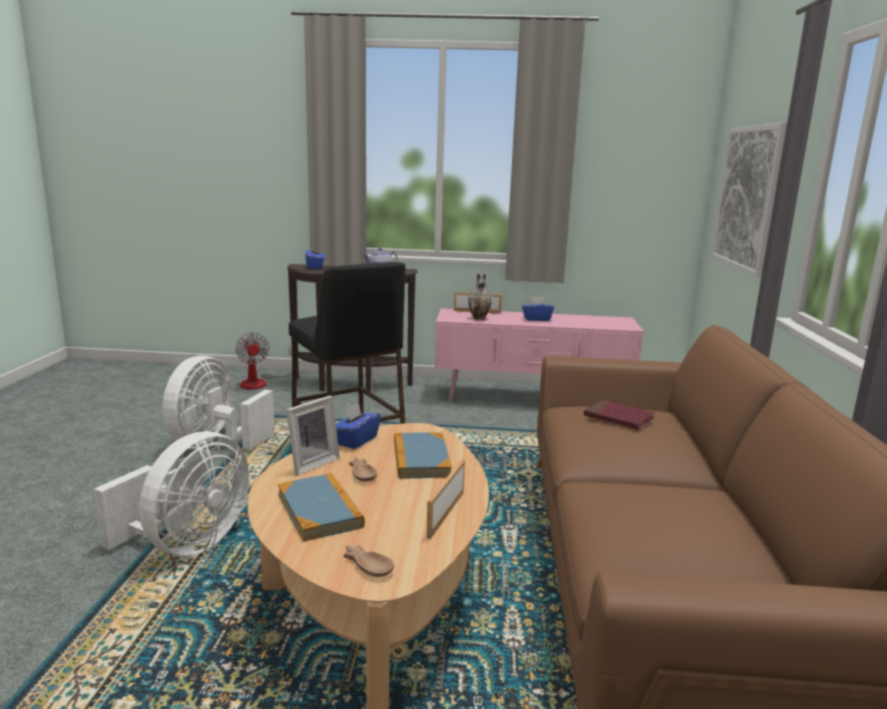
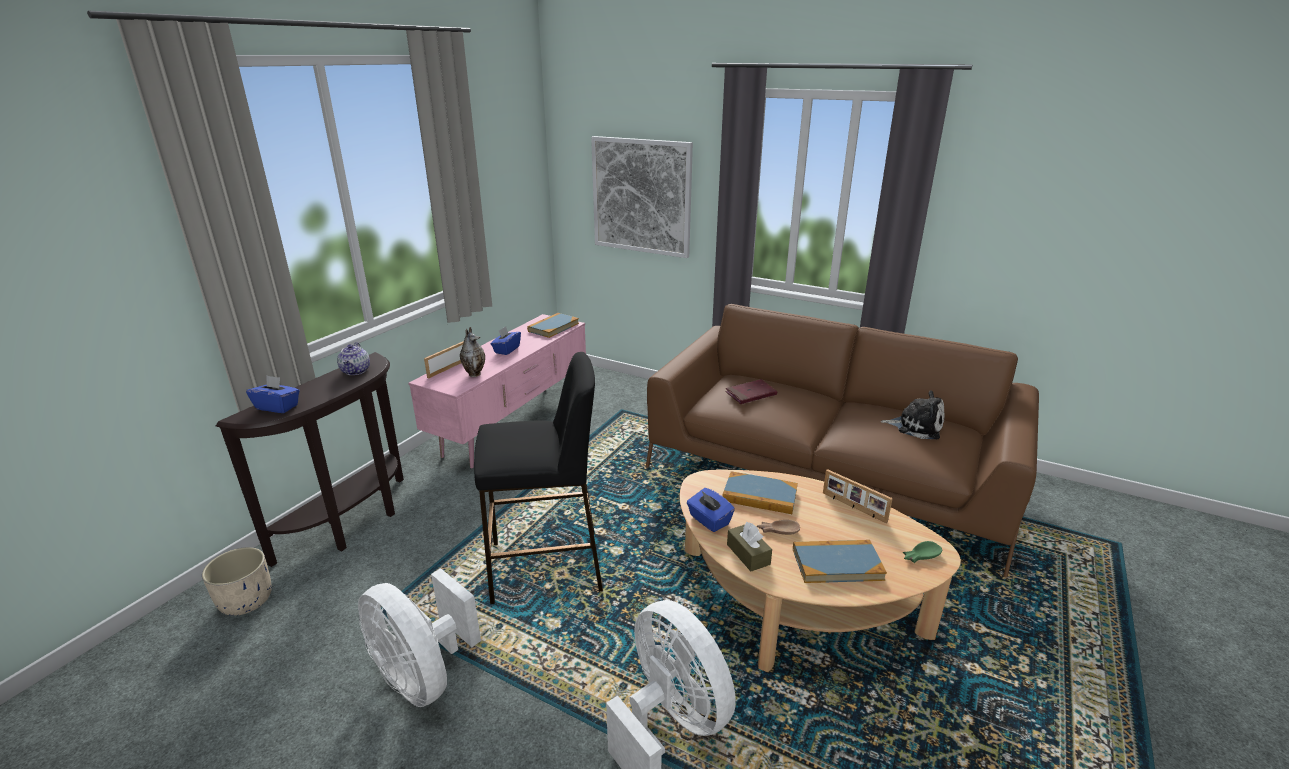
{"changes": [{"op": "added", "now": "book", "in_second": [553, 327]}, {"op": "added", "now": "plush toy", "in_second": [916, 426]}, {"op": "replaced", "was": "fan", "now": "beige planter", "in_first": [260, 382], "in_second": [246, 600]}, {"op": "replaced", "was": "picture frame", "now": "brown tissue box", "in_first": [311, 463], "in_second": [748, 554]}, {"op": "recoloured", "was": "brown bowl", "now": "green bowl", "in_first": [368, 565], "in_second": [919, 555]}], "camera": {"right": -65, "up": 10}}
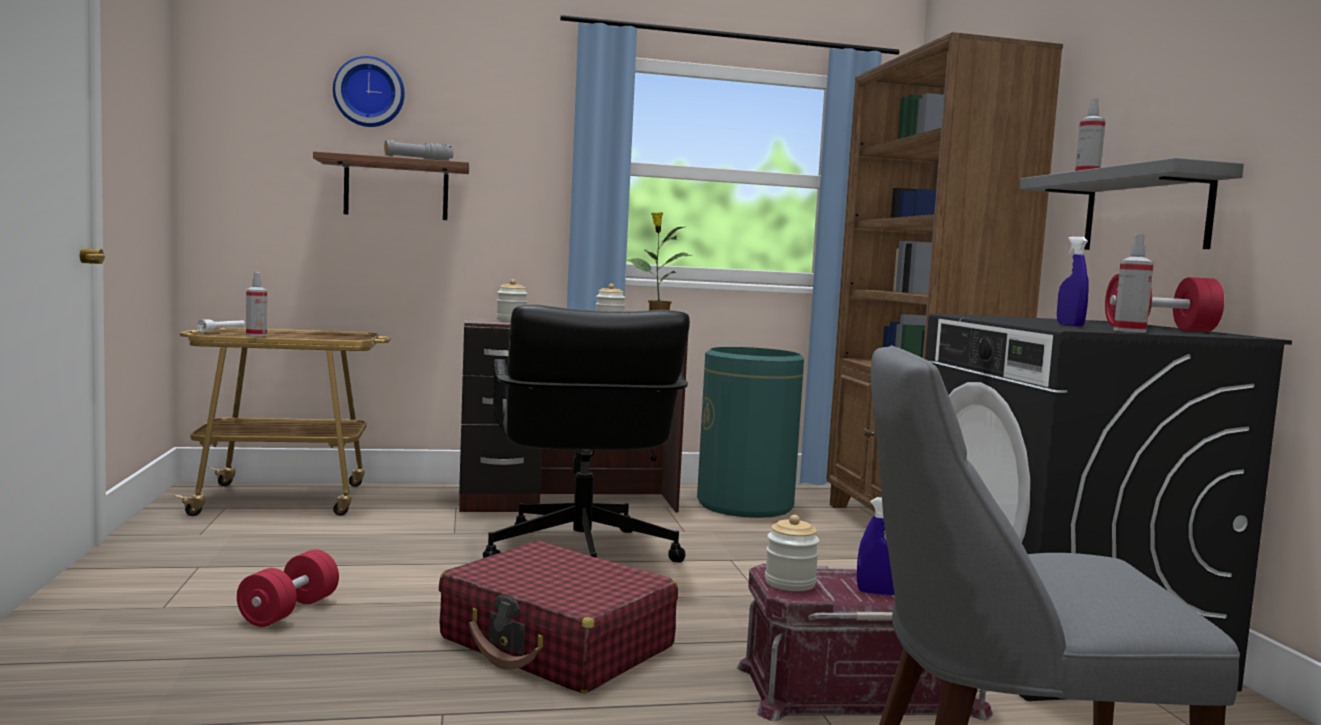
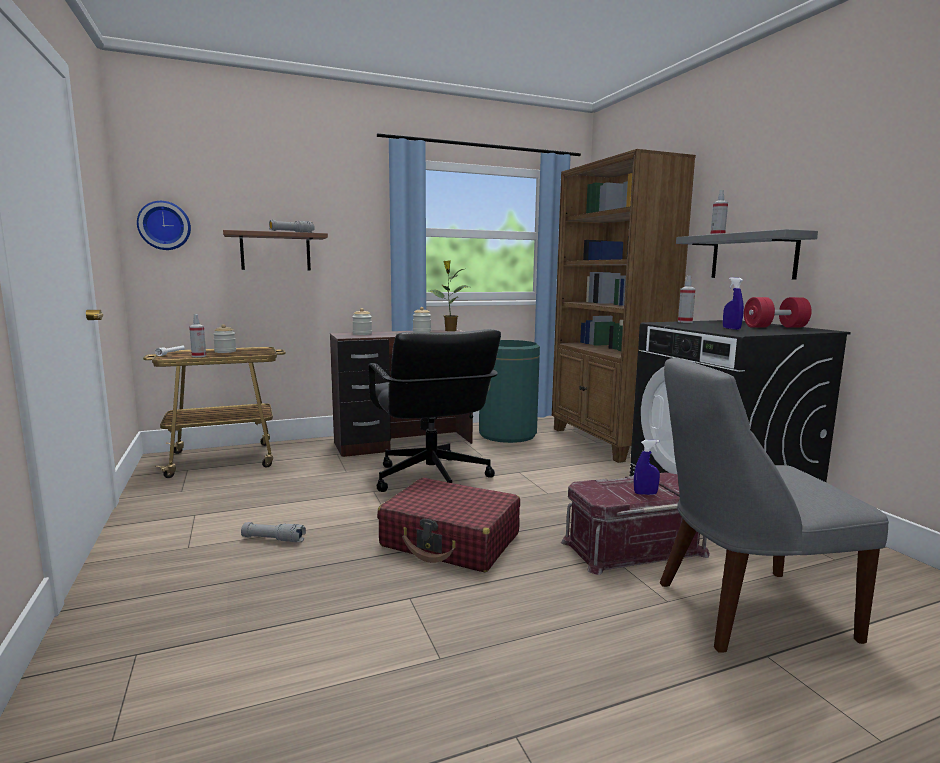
{"changes": [{"op": "moved", "was": "wall clock", "in_first": [369, 92], "in_second": [164, 225]}, {"op": "moved", "was": "jar", "in_first": [790, 583], "in_second": [225, 351]}, {"op": "moved", "was": "spray bottle", "in_first": [1129, 331], "in_second": [685, 322]}, {"op": "replaced", "was": "red dumbbell", "now": "grey flashlight", "in_first": [289, 611], "in_second": [273, 539]}], "camera": {"right": -10, "up": 5}}
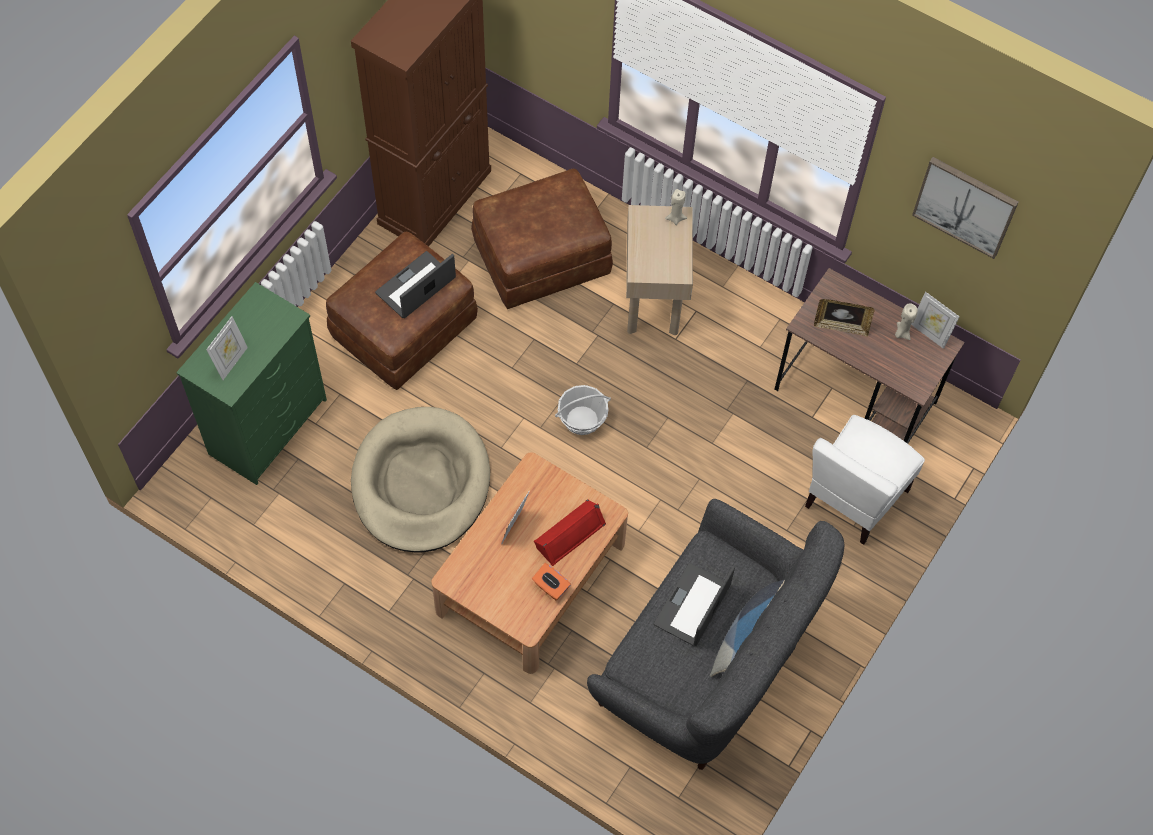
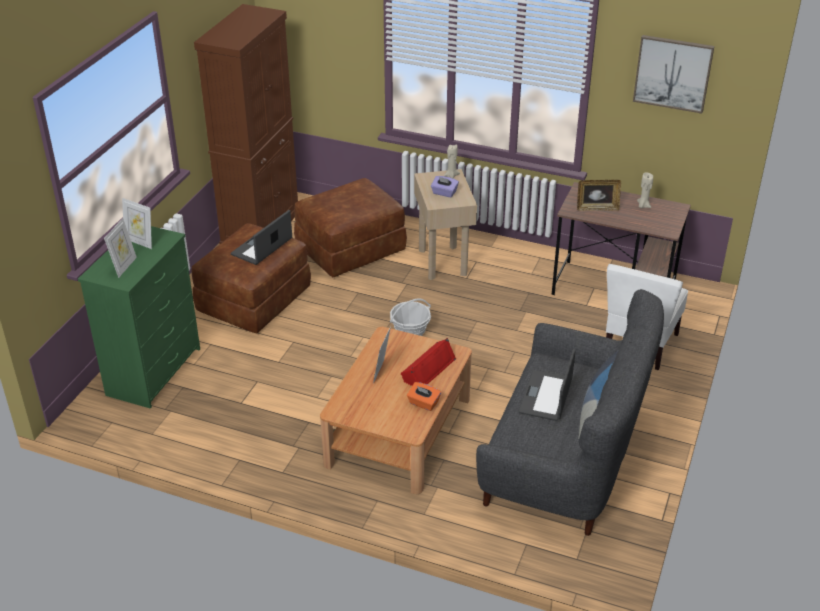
{"changes": [{"op": "removed", "was": "beige dog bed", "in_first": [421, 483]}, {"op": "added", "now": "purple tissue box", "in_second": [444, 193]}, {"op": "moved", "was": "picture frame", "in_first": [929, 333], "in_second": [140, 242]}], "camera": {"right": -10, "up": -25}}
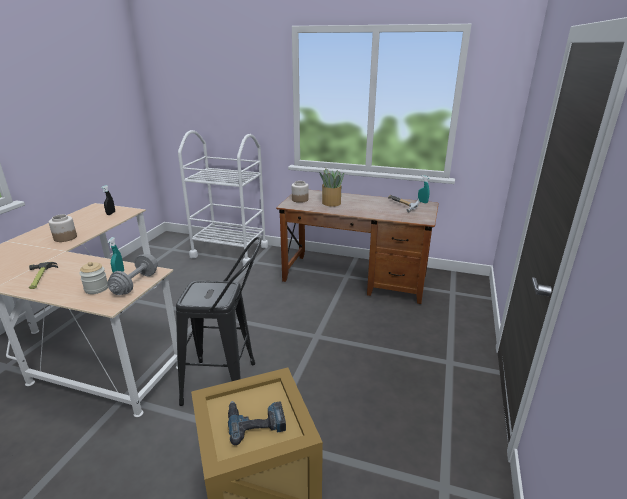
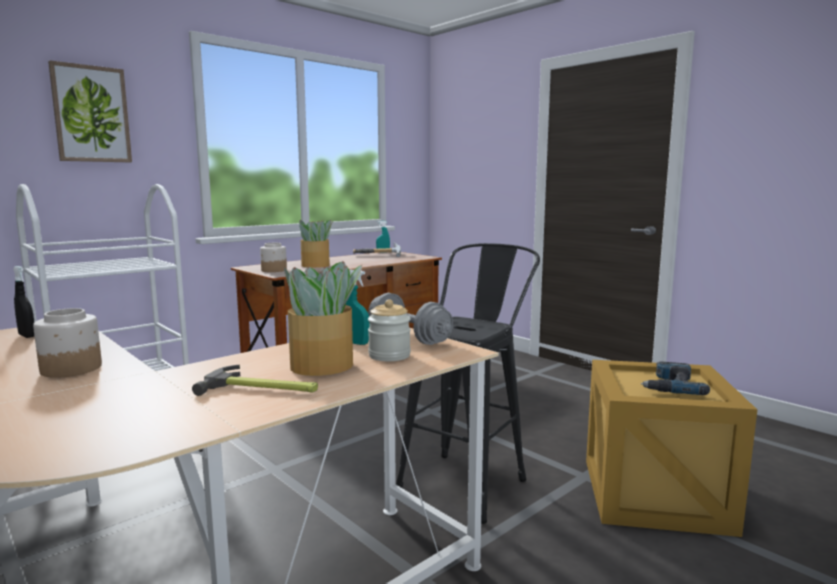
{"changes": [{"op": "added", "now": "picture", "in_second": [91, 114]}, {"op": "added", "now": "potted plant", "in_second": [323, 366]}], "camera": {"right": -60, "up": -15}}
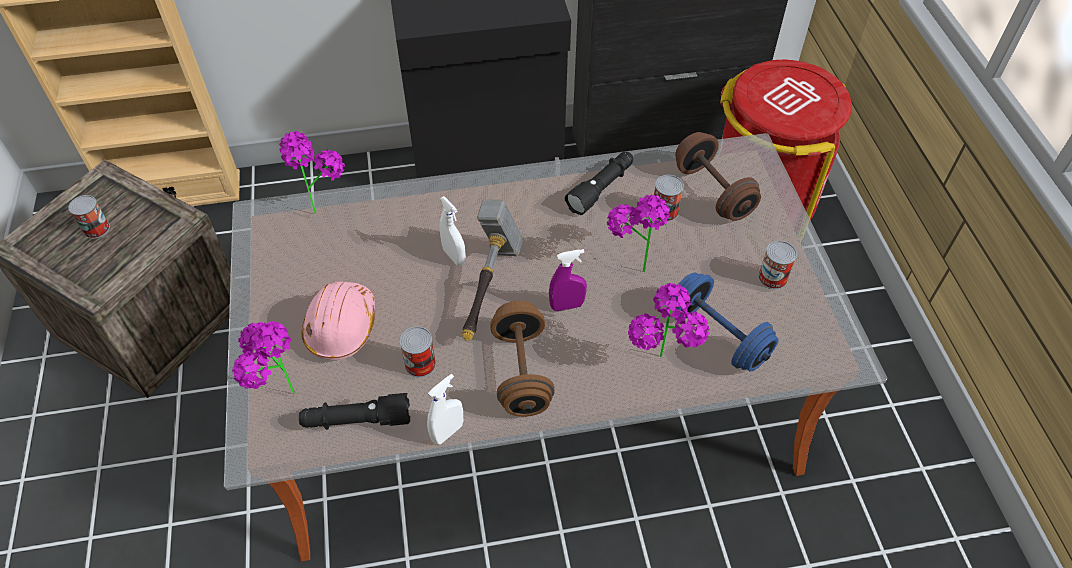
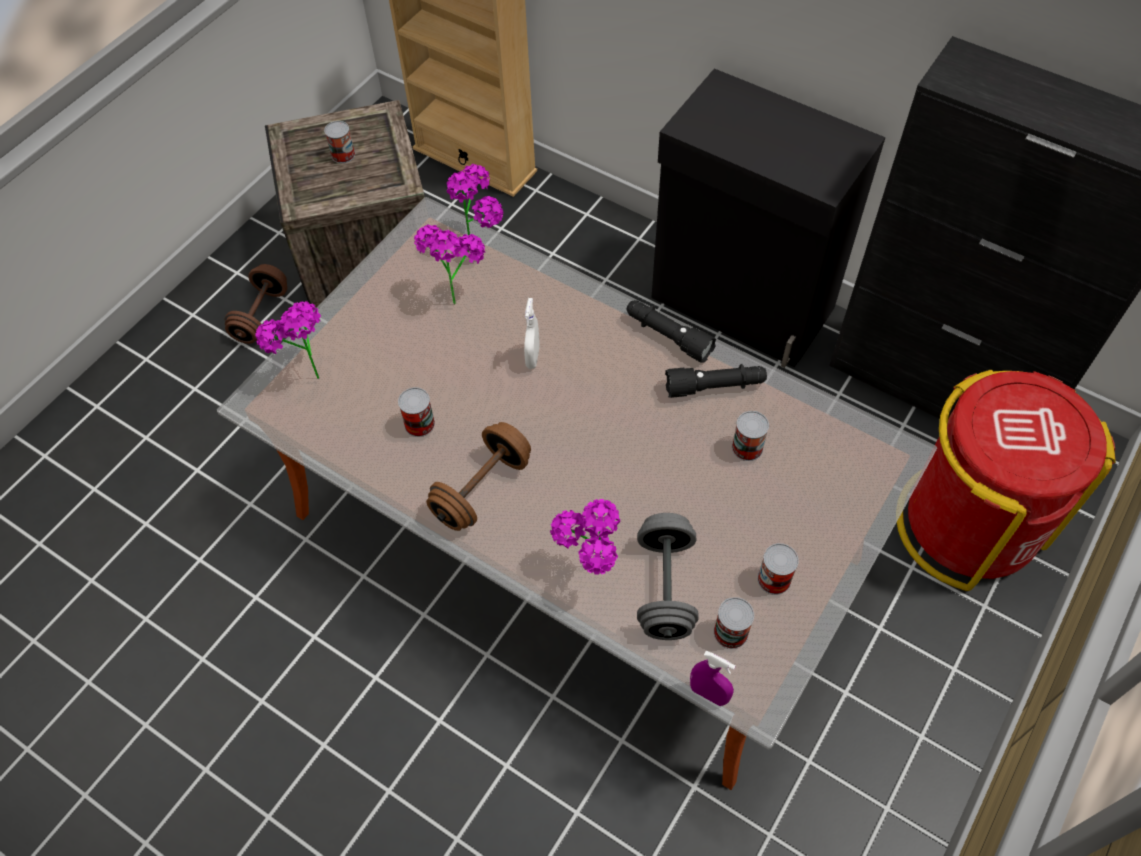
{"changes": [{"op": "removed", "was": "pink hard hat", "in_first": [341, 327]}, {"op": "removed", "was": "white spray bottle", "in_first": [447, 432]}, {"op": "removed", "was": "hammer", "in_first": [489, 287]}, {"op": "added", "now": "can", "in_second": [730, 632]}, {"op": "moved", "was": "black flashlight", "in_first": [357, 421], "in_second": [667, 336]}, {"op": "moved", "was": "purple spray bottle", "in_first": [567, 306], "in_second": [708, 694]}, {"op": "moved", "was": "potted plant", "in_first": [633, 264], "in_second": [454, 294]}, {"op": "moved", "was": "brown dumbbell", "in_first": [713, 192], "in_second": [261, 316]}, {"op": "recoloured", "was": "blue dumbbell", "now": "grey dumbbell", "in_first": [718, 336], "in_second": [665, 588]}], "camera": {"right": 45, "up": 5}}
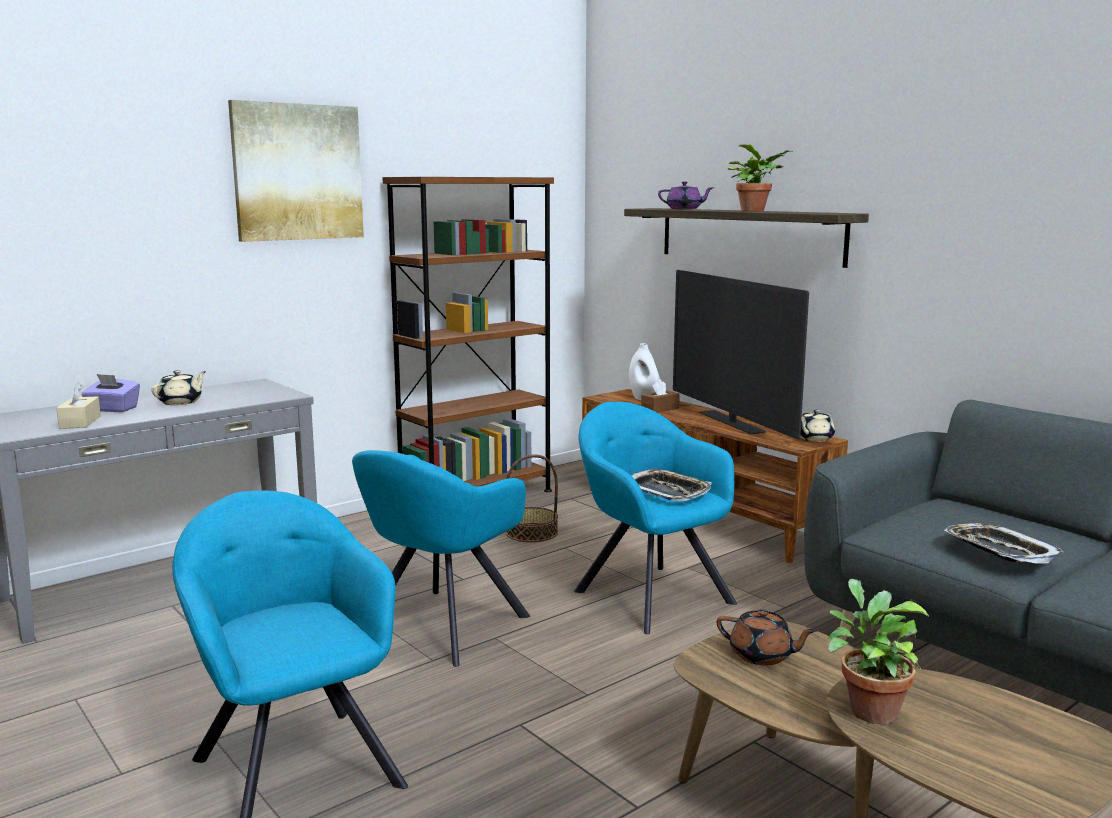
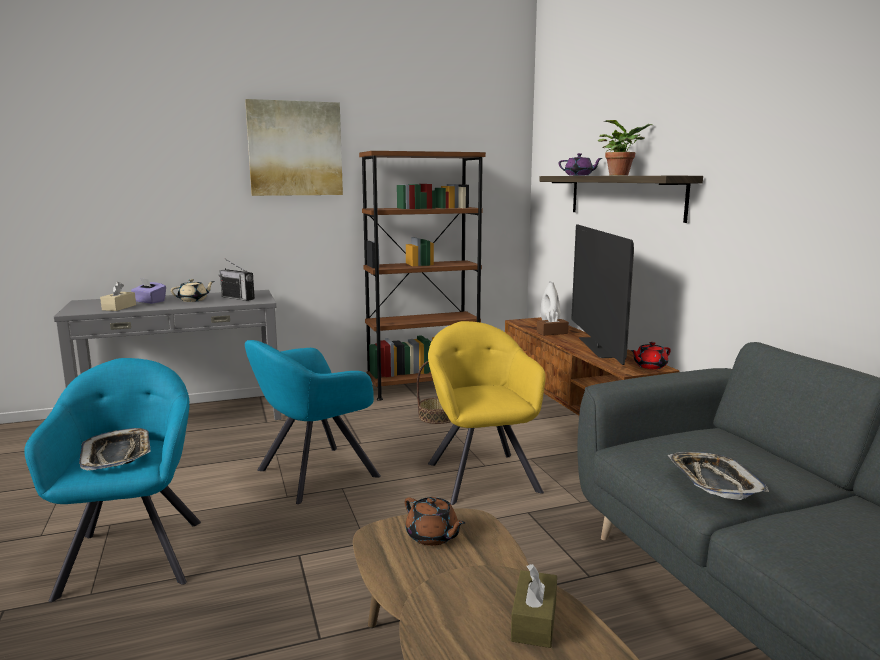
{"changes": [{"op": "removed", "was": "potted plant", "in_first": [868, 709]}, {"op": "added", "now": "radio", "in_second": [238, 298]}, {"op": "added", "now": "brown tissue box", "in_second": [534, 620]}, {"op": "moved", "was": "tray", "in_first": [667, 491], "in_second": [118, 455]}, {"op": "recoloured", "was": "turquoise armchair", "now": "yellow armchair", "in_first": [649, 594], "in_second": [481, 475]}, {"op": "recoloured", "was": "beige teapot", "now": "red teapot", "in_first": [813, 439], "in_second": [649, 366]}], "camera": {"right": 20, "up": 0}}
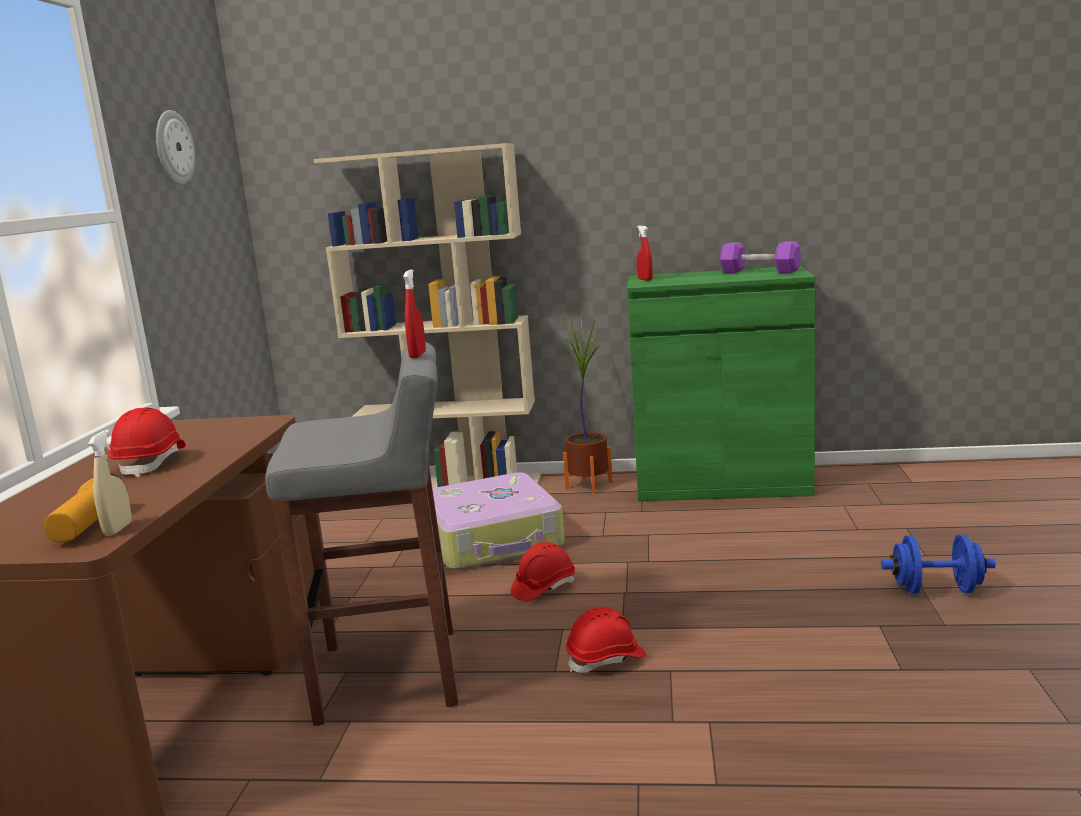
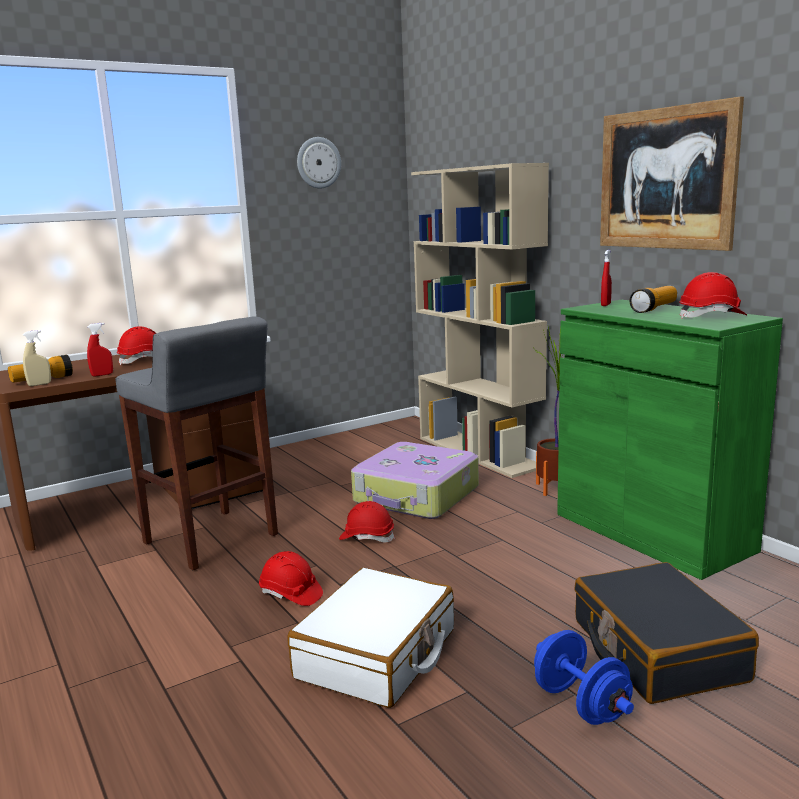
{"changes": [{"op": "added", "now": "white suitcase", "in_second": [377, 654]}, {"op": "added", "now": "black suitcase", "in_second": [656, 650]}, {"op": "added", "now": "picture", "in_second": [666, 179]}, {"op": "added", "now": "flashlight", "in_second": [654, 309]}, {"op": "moved", "was": "red spray bottle", "in_first": [417, 355], "in_second": [102, 375]}, {"op": "replaced", "was": "purple dumbbell", "now": "red hard hat", "in_first": [759, 271], "in_second": [712, 316]}], "camera": {"right": 50, "up": 0}}
